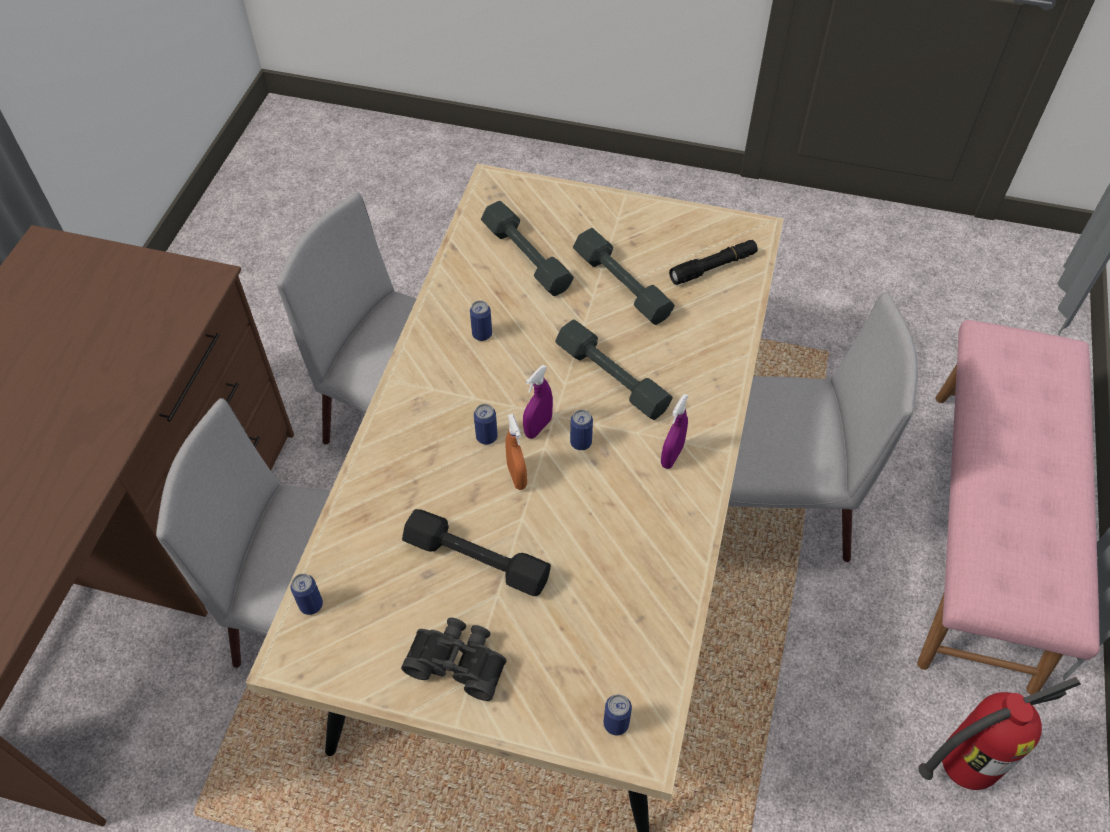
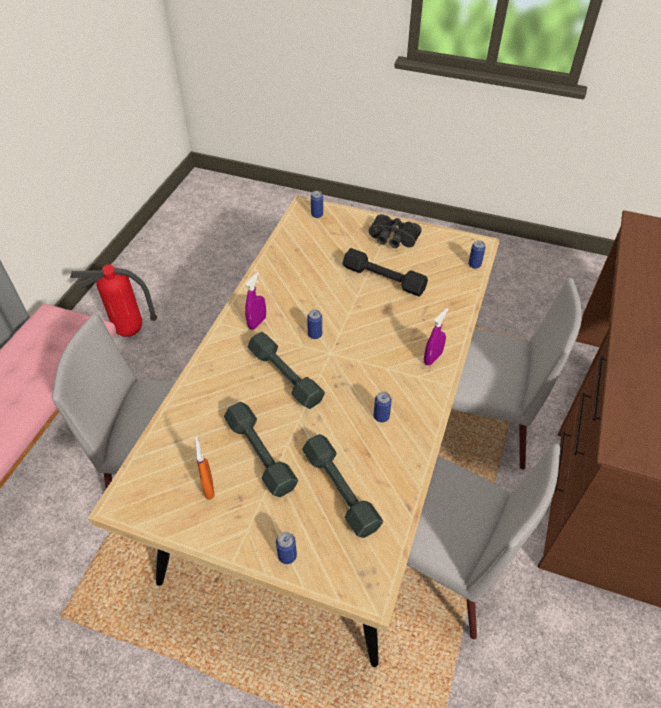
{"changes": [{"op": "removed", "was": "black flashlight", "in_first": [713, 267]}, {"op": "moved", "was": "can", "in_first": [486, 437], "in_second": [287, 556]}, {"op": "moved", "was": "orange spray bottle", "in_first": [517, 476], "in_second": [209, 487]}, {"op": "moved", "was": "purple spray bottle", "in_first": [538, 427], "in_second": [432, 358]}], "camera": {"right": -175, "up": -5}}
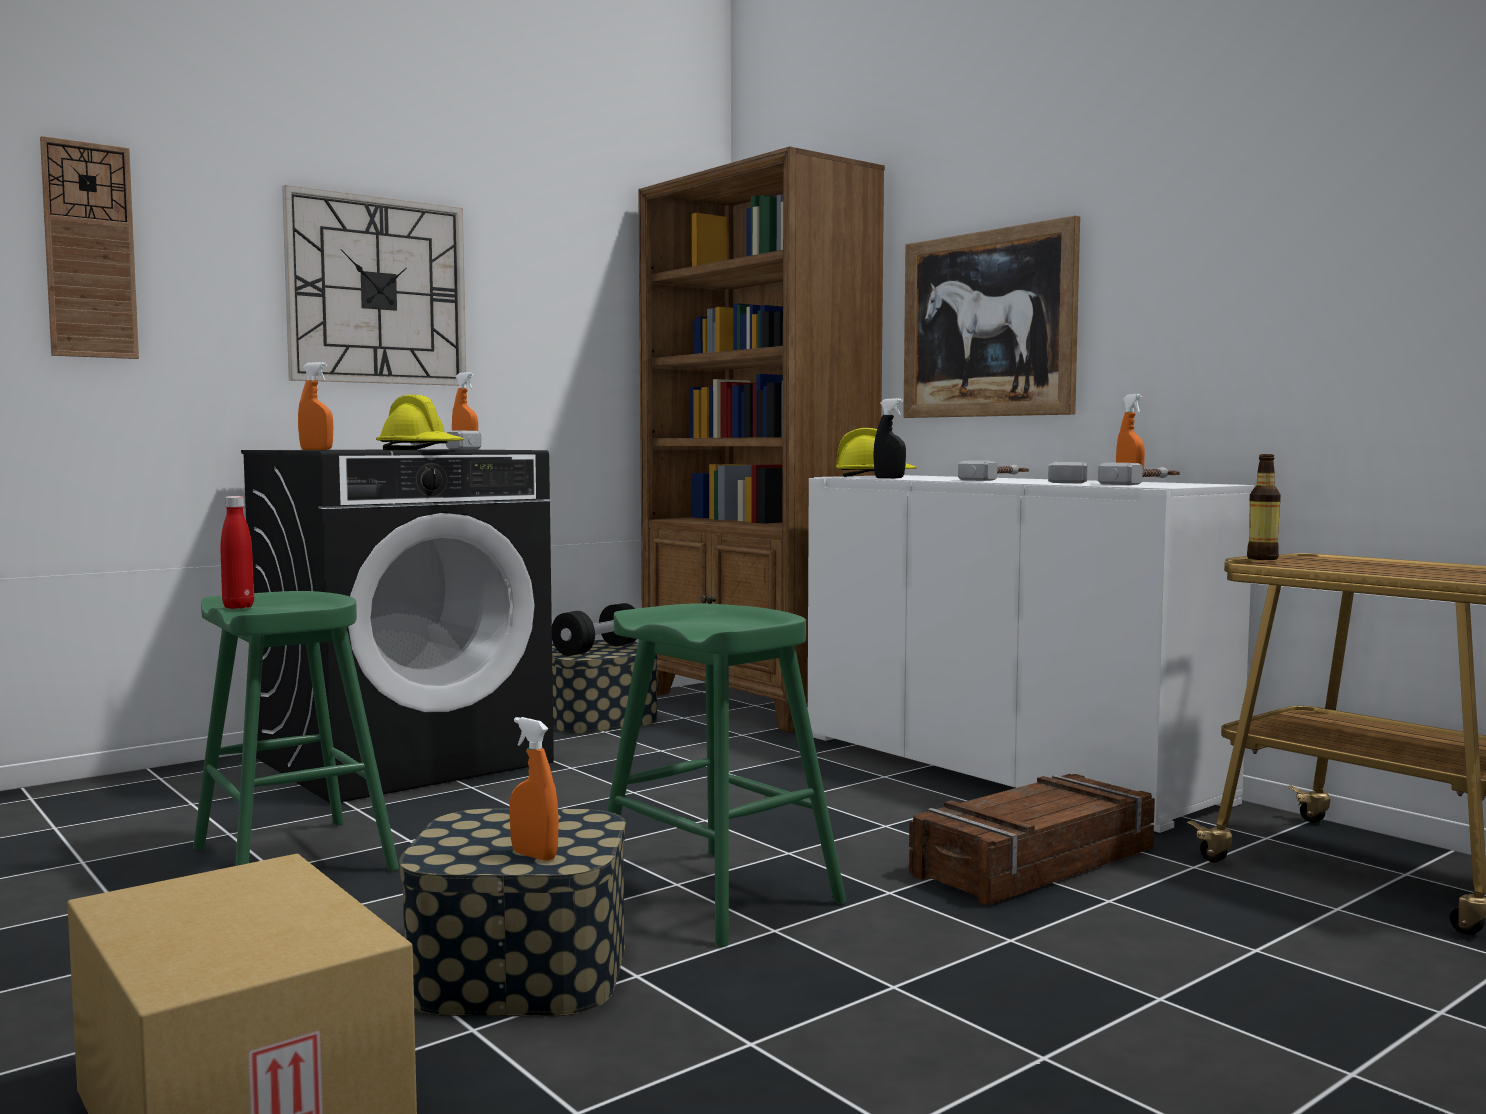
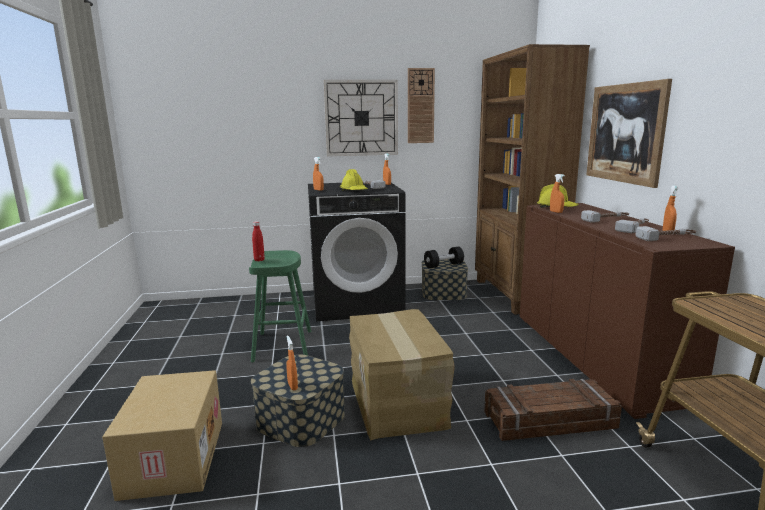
{"changes": [{"op": "removed", "was": "bottle", "in_first": [1262, 559]}, {"op": "moved", "was": "wall clock", "in_first": [90, 251], "in_second": [420, 106]}, {"op": "replaced", "was": "green stool", "now": "cardboard box", "in_first": [716, 895], "in_second": [398, 402]}, {"op": "recoloured", "was": "white cabinet", "now": "brown cabinet", "in_first": [1003, 767], "in_second": [594, 356]}, {"op": "recoloured", "was": "black spray bottle", "now": "orange spray bottle", "in_first": [889, 478], "in_second": [556, 212]}], "camera": {"right": 30, "up": 10}}
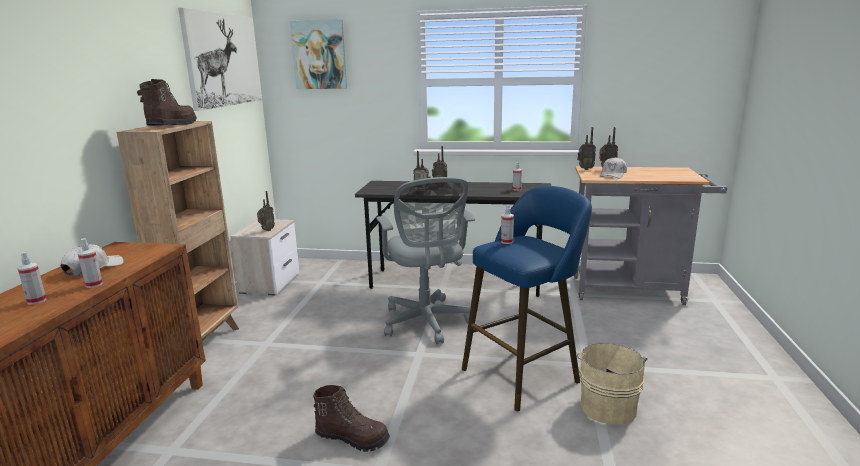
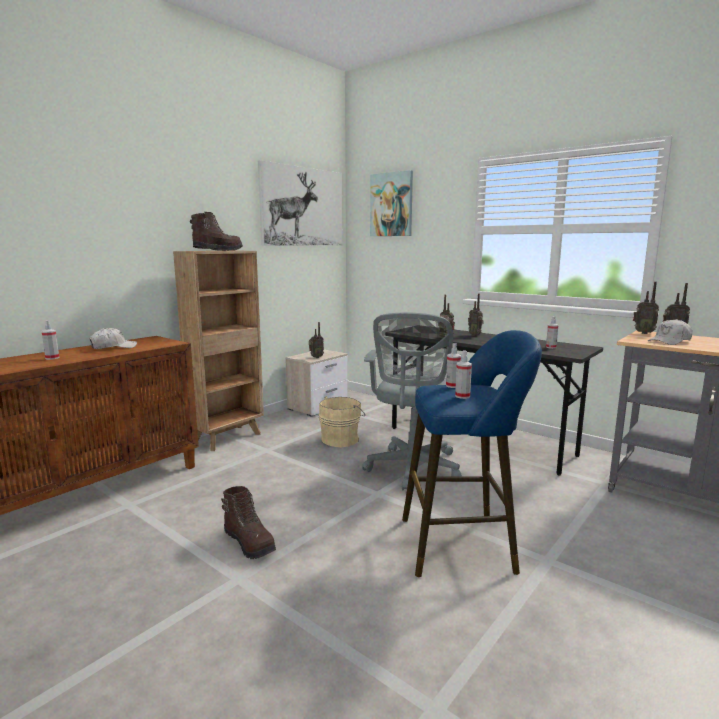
{"changes": [{"op": "moved", "was": "spray bottle", "in_first": [94, 284], "in_second": [462, 396]}, {"op": "moved", "was": "beige bucket", "in_first": [608, 406], "in_second": [341, 439]}], "camera": {"right": 30, "up": -5}}
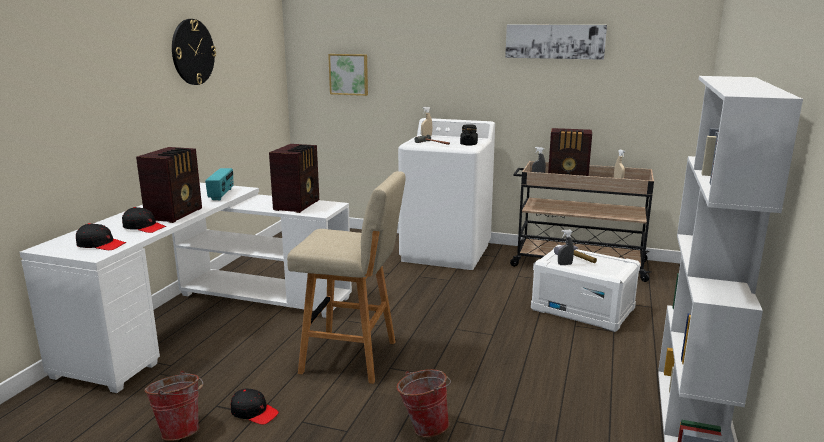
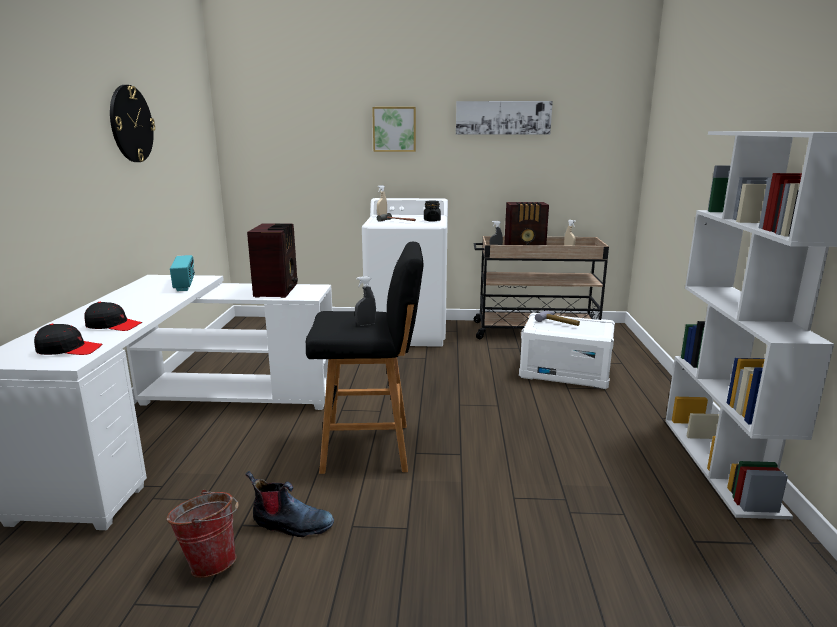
{"changes": [{"op": "removed", "was": "radio", "in_first": [176, 214]}, {"op": "removed", "was": "bucket", "in_first": [423, 427]}, {"op": "moved", "was": "picture", "in_first": [349, 74], "in_second": [394, 129]}, {"op": "moved", "was": "grey spray bottle", "in_first": [565, 264], "in_second": [365, 324]}, {"op": "replaced", "was": "black cap", "now": "boot", "in_first": [254, 412], "in_second": [291, 525]}, {"op": "recoloured", "was": "beige stool", "now": "black stool", "in_first": [352, 357], "in_second": [370, 448]}], "camera": {"right": -15, "up": 0}}
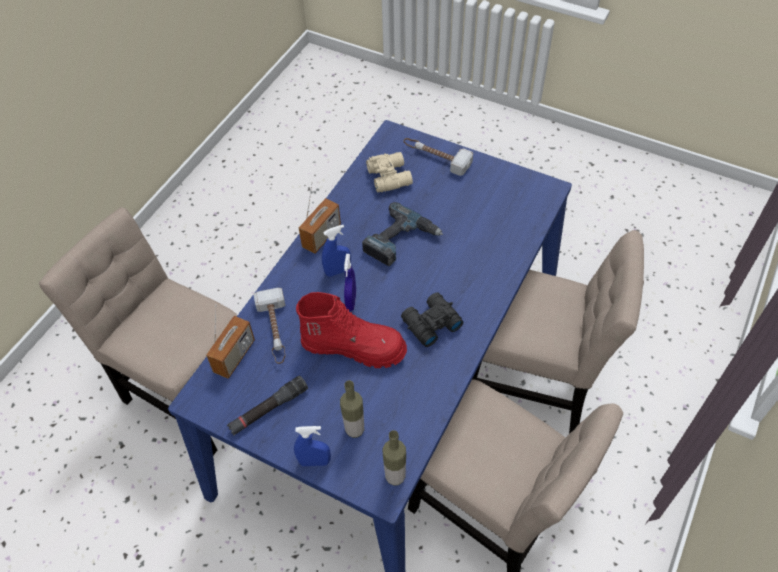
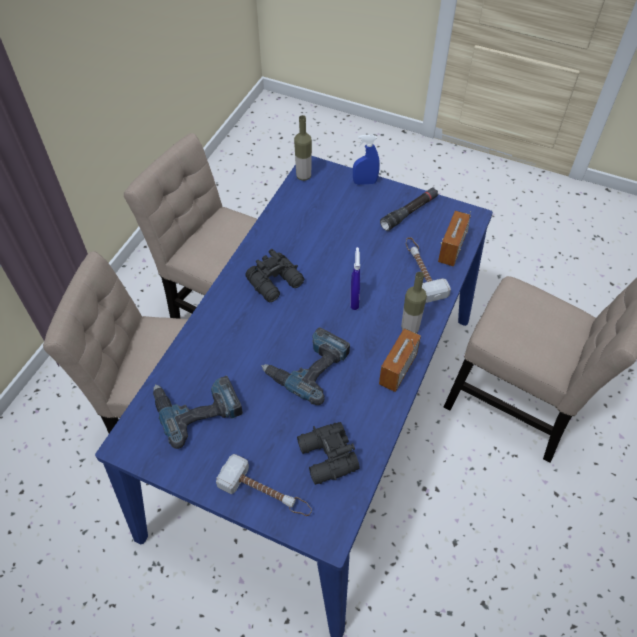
{"changes": [{"op": "removed", "was": "red boot", "in_first": [354, 347]}, {"op": "removed", "was": "blue spray bottle", "in_first": [338, 271]}, {"op": "added", "now": "power drill", "in_second": [197, 408]}, {"op": "moved", "was": "bottle", "in_first": [354, 429], "in_second": [409, 329]}, {"op": "recoloured", "was": "beige binoculars", "now": "black binoculars", "in_first": [390, 176], "in_second": [326, 458]}], "camera": {"right": 175, "up": 0}}
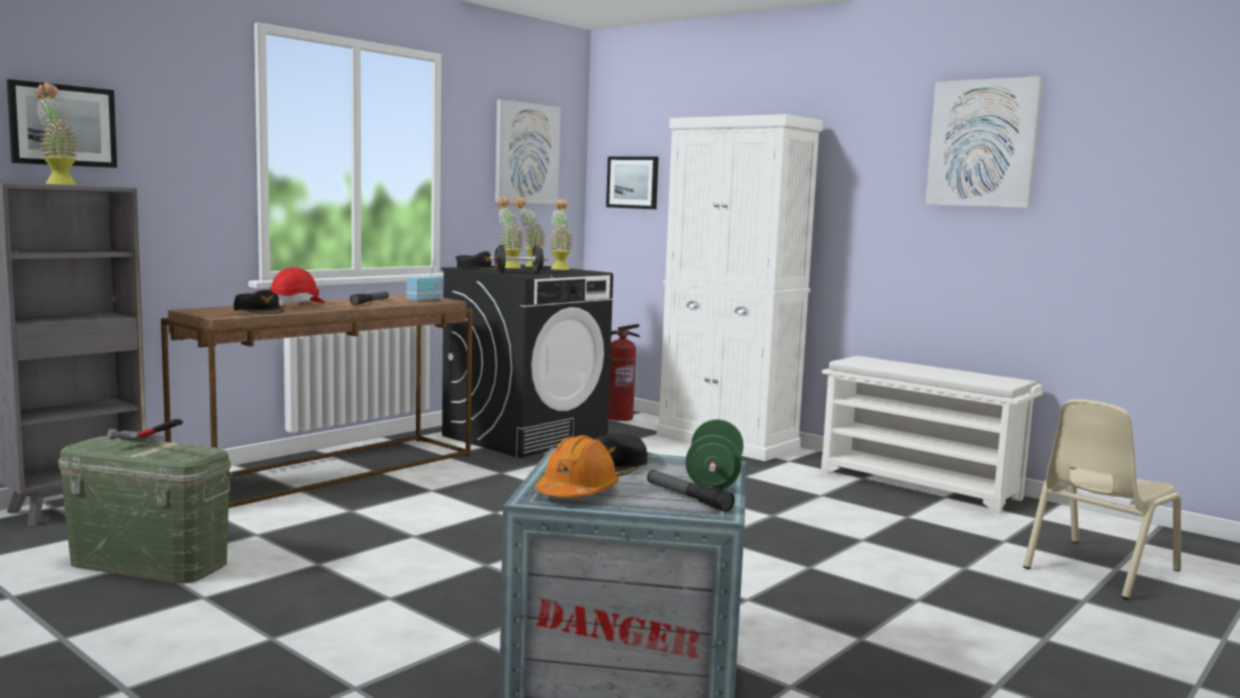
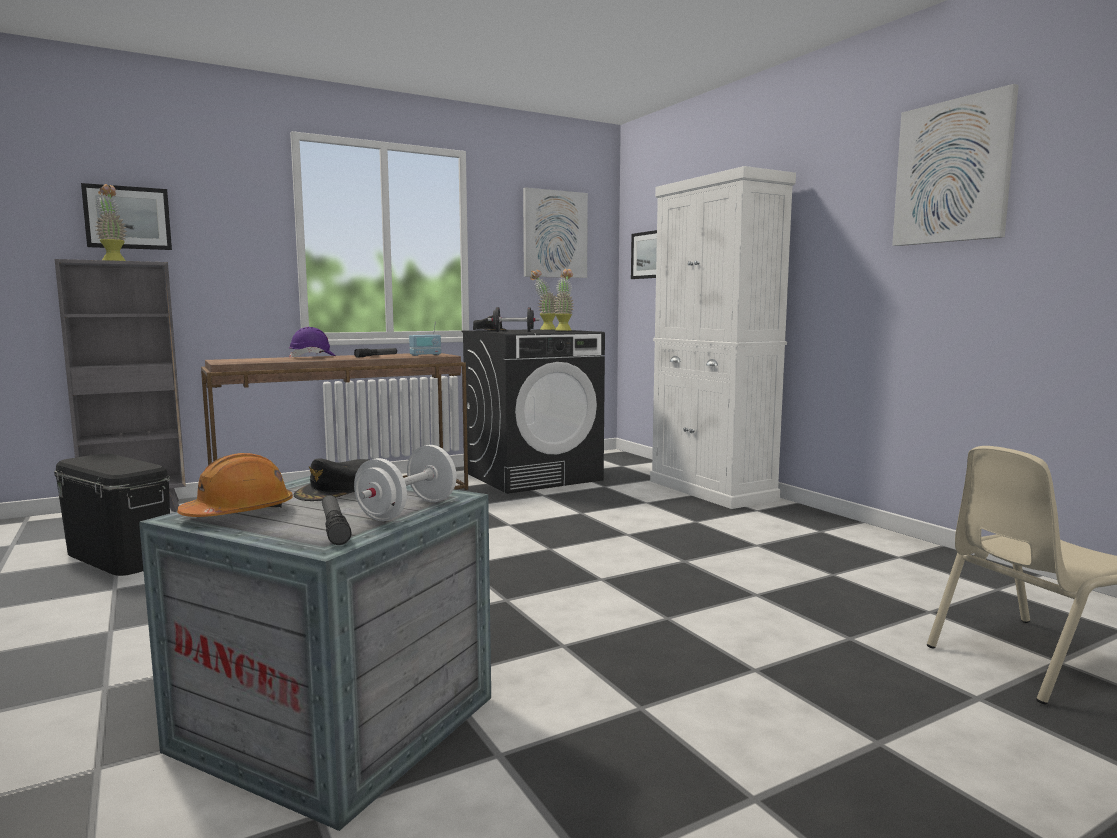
{"changes": [{"op": "removed", "was": "hammer", "in_first": [148, 452]}, {"op": "removed", "was": "black cap", "in_first": [259, 310]}, {"op": "removed", "was": "potted plant", "in_first": [508, 267]}, {"op": "removed", "was": "fire extinguisher", "in_first": [619, 418]}, {"op": "removed", "was": "white shoe rack", "in_first": [920, 485]}, {"op": "recoloured", "was": "green storage box", "now": "black storage box", "in_first": [150, 563], "in_second": [119, 557]}, {"op": "recoloured", "was": "red hard hat", "now": "purple hard hat", "in_first": [297, 304], "in_second": [313, 357]}, {"op": "recoloured", "was": "green dumbbell", "now": "white dumbbell", "in_first": [714, 479], "in_second": [407, 510]}], "camera": {"right": 20, "up": 0}}
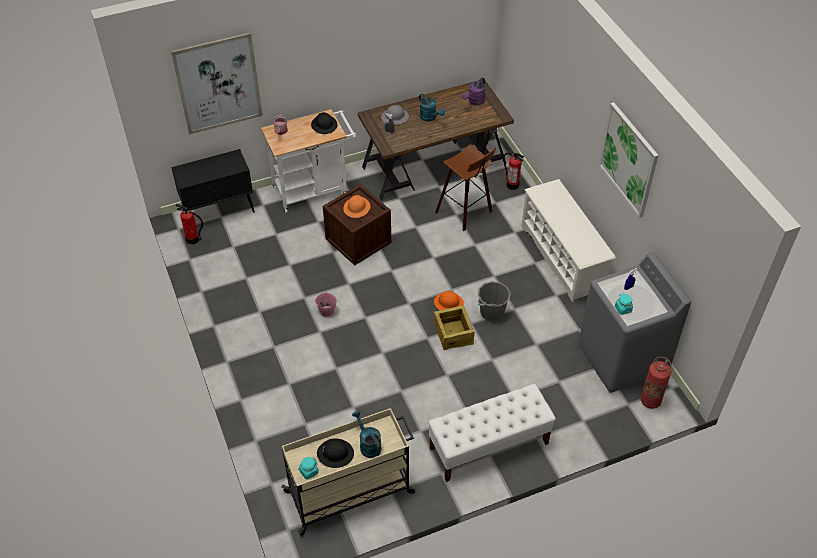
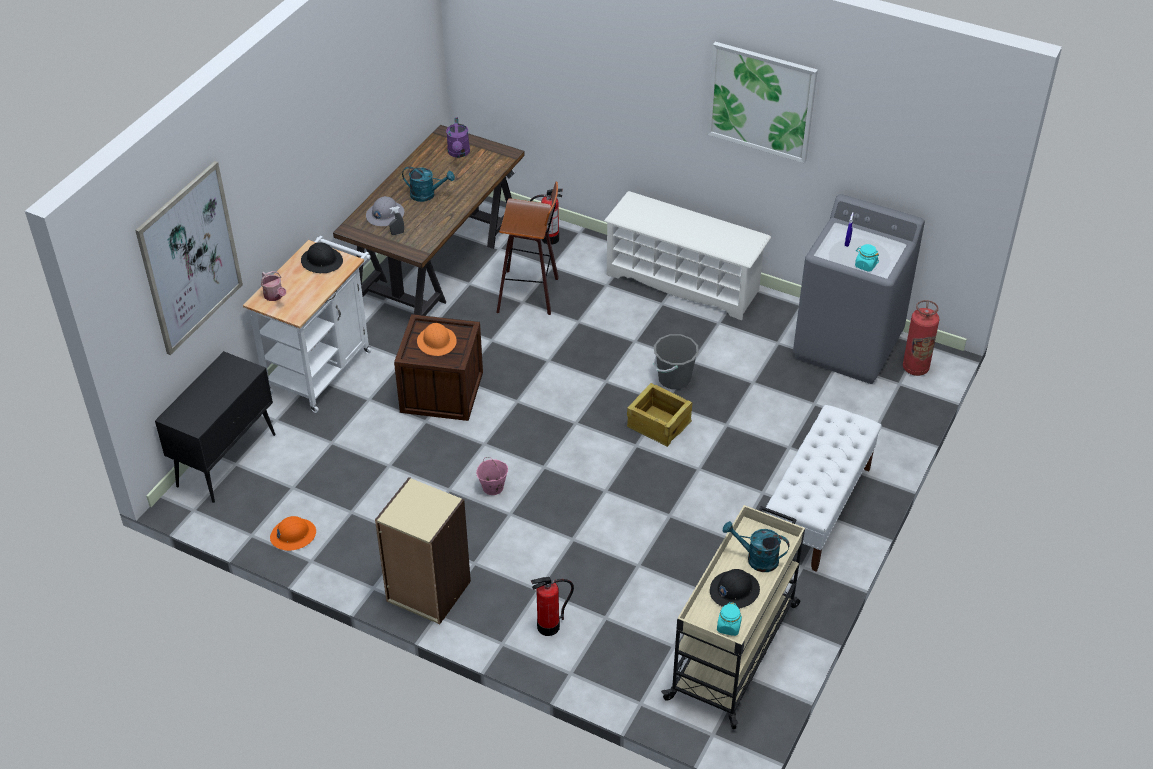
{"changes": [{"op": "added", "now": "beige bookcase", "in_second": [428, 592]}, {"op": "moved", "was": "fire extinguisher", "in_first": [192, 239], "in_second": [548, 627]}, {"op": "moved", "was": "orange hard hat", "in_first": [448, 303], "in_second": [293, 535]}], "camera": {"right": -40, "up": -5}}
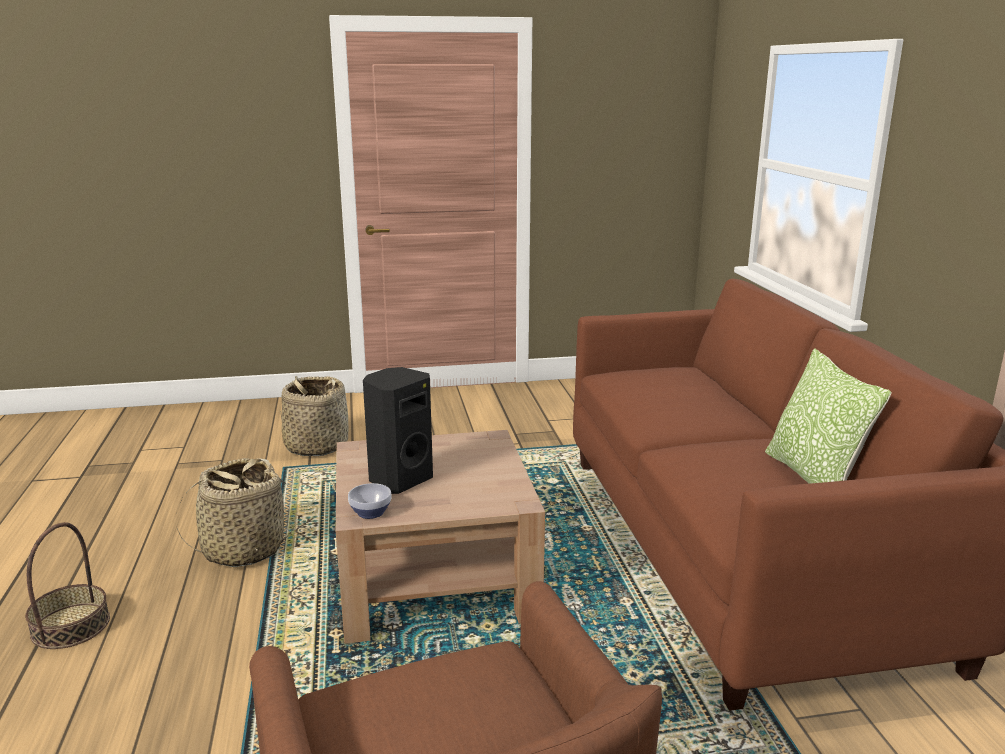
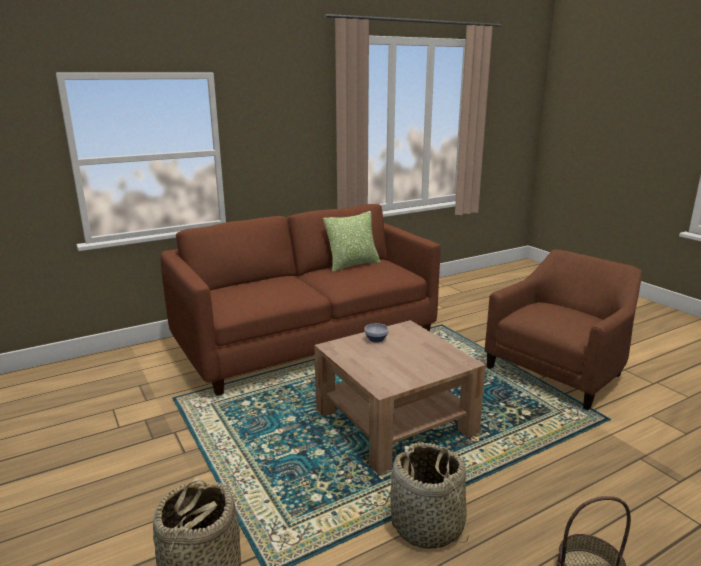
{"changes": [{"op": "removed", "was": "black speaker", "in_first": [399, 480]}, {"op": "moved", "was": "bowl", "in_first": [370, 512], "in_second": [376, 340]}], "camera": {"right": -110, "up": 0}}
